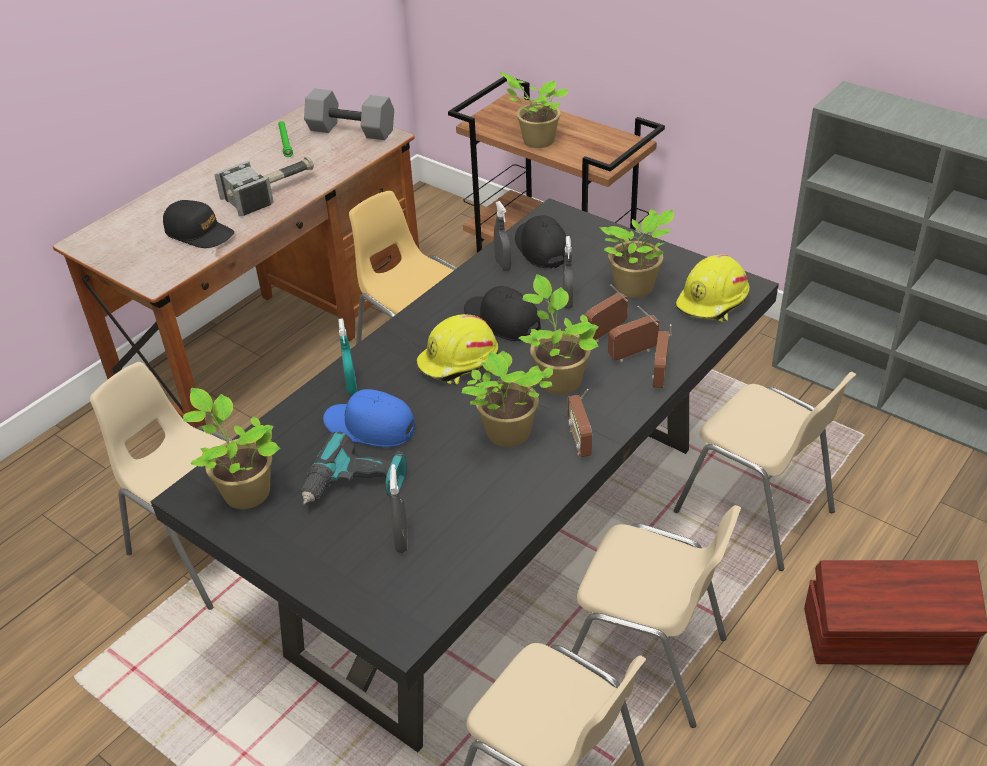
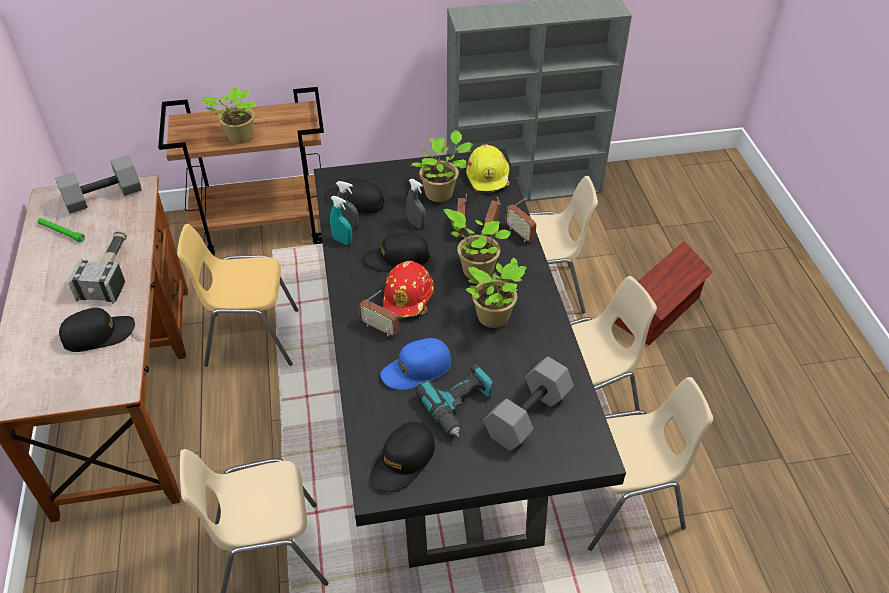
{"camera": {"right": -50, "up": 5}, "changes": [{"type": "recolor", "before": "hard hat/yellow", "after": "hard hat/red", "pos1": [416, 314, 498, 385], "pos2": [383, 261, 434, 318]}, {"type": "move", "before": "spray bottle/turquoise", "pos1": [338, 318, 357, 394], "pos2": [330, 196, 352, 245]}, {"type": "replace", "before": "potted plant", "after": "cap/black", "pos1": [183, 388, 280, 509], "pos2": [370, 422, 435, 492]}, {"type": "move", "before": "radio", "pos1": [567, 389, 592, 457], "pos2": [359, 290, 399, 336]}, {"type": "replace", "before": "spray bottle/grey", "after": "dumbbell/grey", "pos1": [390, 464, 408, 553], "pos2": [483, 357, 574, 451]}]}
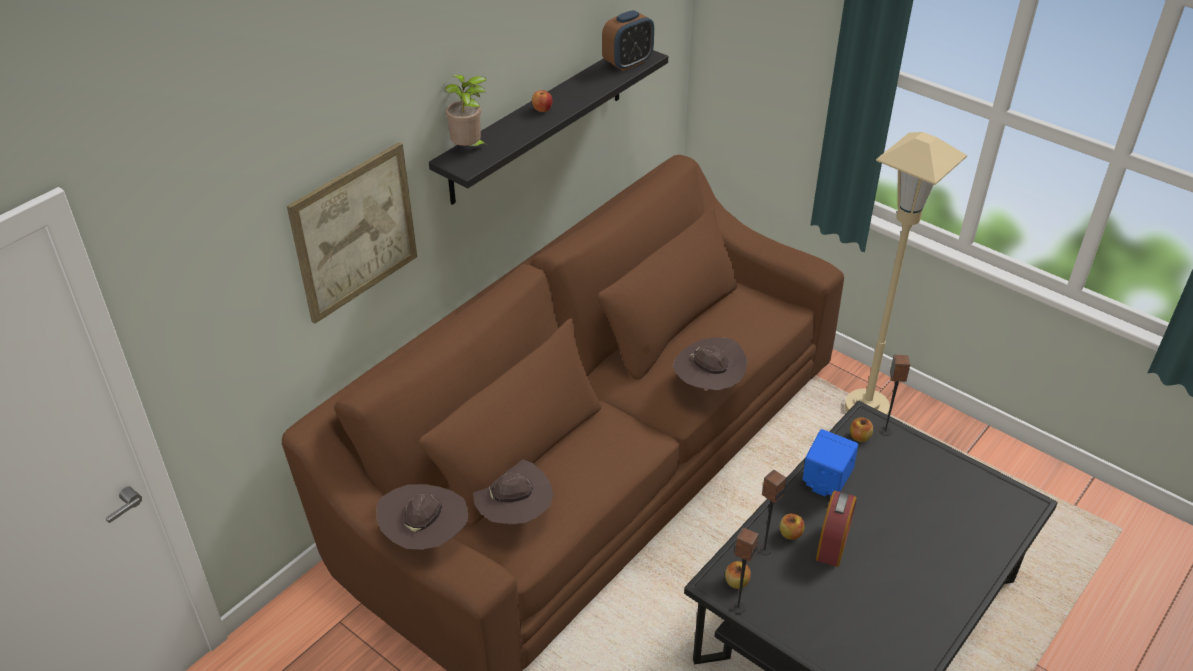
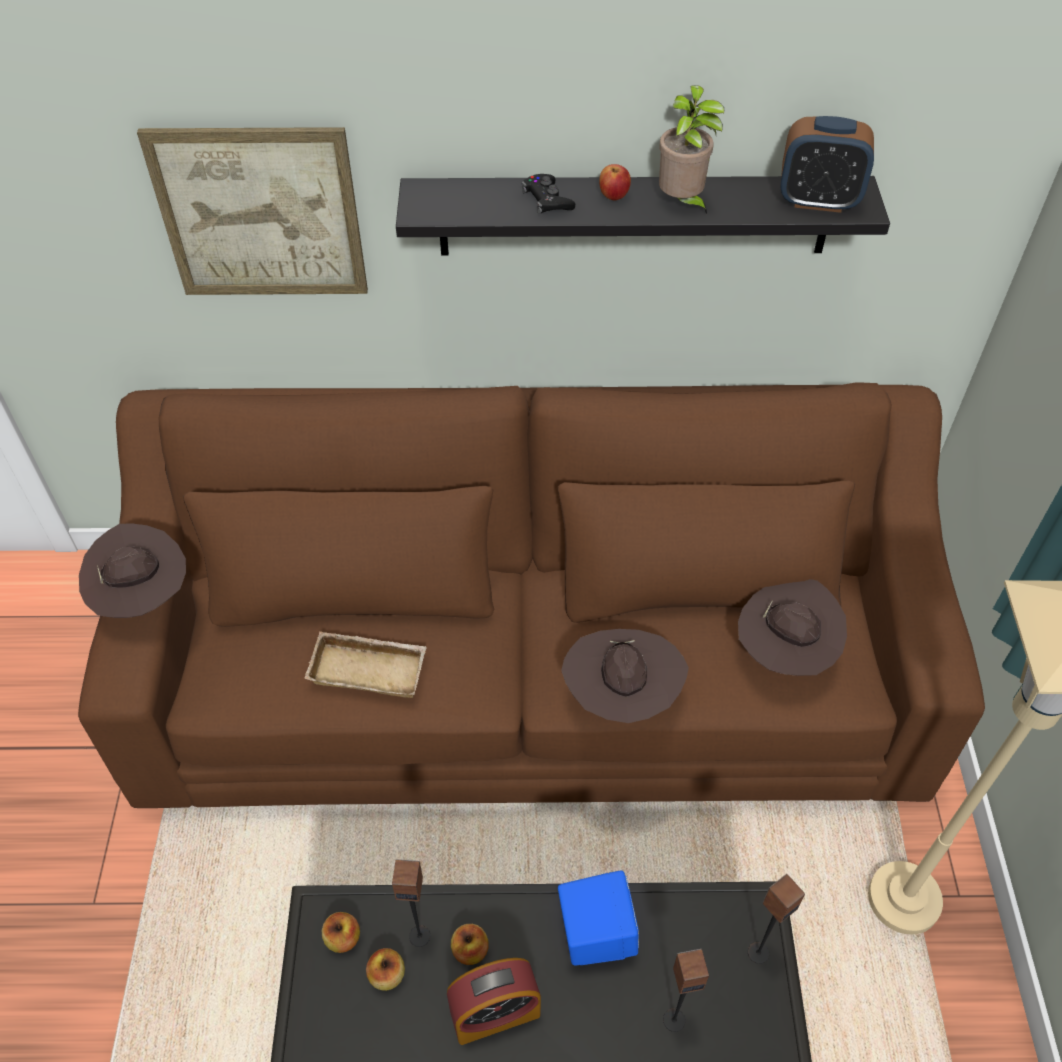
{"camera": {"right": 50, "up": 10}, "changes": [{"type": "move", "before": "potted plant", "pos1": [445, 75, 489, 147], "pos2": [659, 85, 724, 214]}, {"type": "move", "before": "apple", "pos1": [850, 417, 873, 442], "pos2": [366, 948, 405, 991]}, {"type": "move", "before": "hat/brown", "pos1": [473, 459, 553, 524], "pos2": [738, 579, 847, 676]}, {"type": "move", "before": "speaker", "pos1": [731, 527, 759, 614], "pos2": [663, 949, 709, 1032]}, {"type": "insert", "after": "game controller/black", "pos2": [522, 174, 575, 214]}, {"type": "insert", "after": "tray/beige", "pos2": [305, 632, 427, 698]}]}
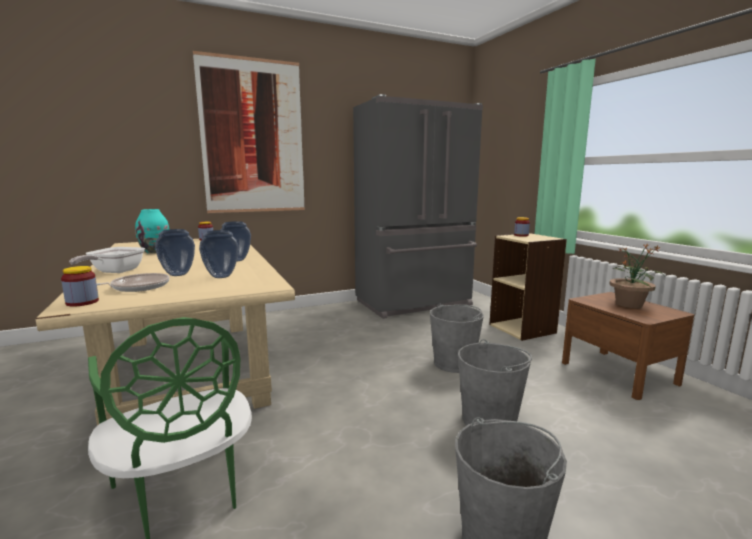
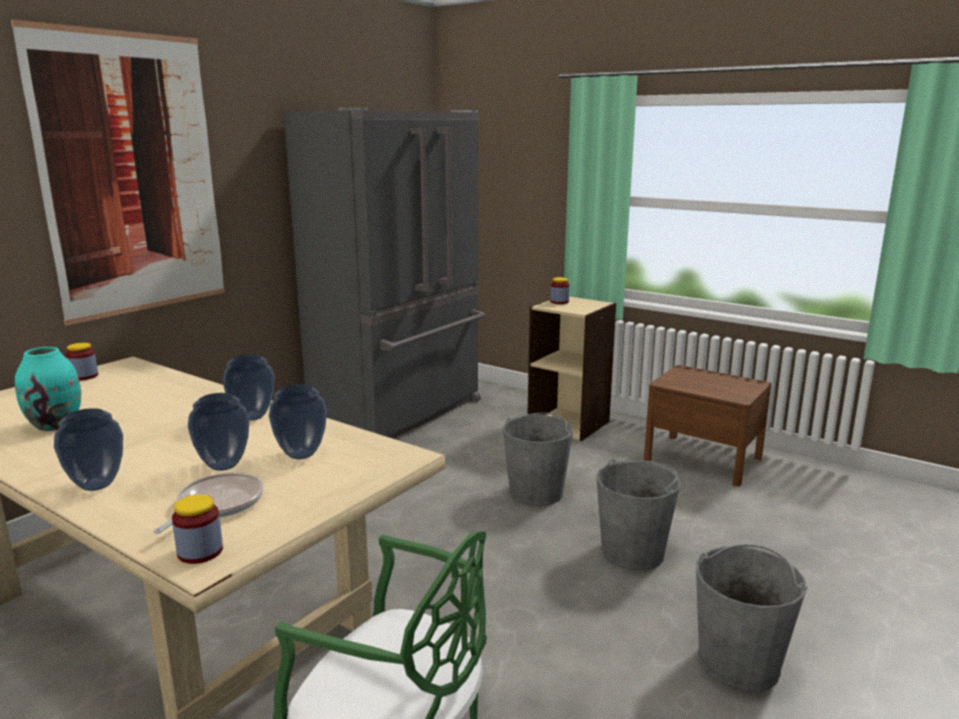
{"camera": {"right": -30, "up": 5}, "changes": [{"type": "delete", "before": "potted plant", "pos1": [609, 243, 664, 308]}, {"type": "replace", "before": "frying pan", "after": "vase", "pos1": [69, 247, 145, 273], "pos2": [54, 408, 123, 491]}]}
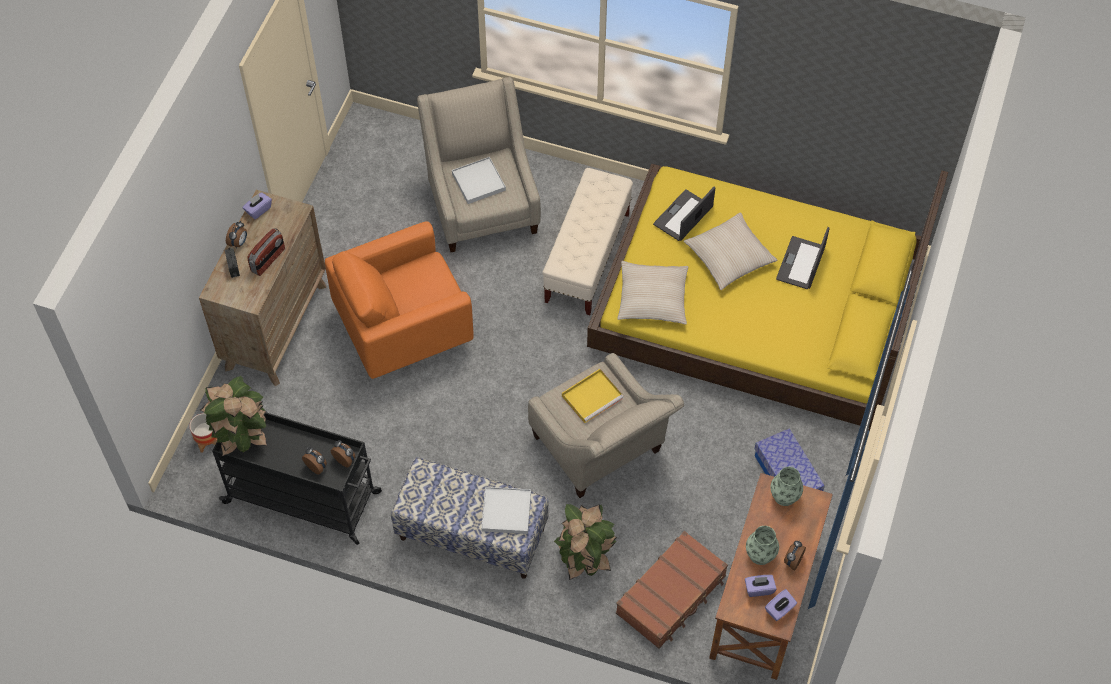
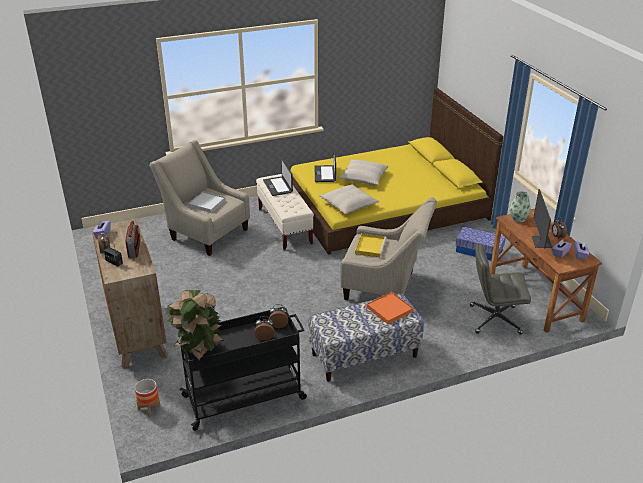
{"camera": {"right": -40, "up": -25}, "changes": [{"type": "delete", "before": "armchair/orange", "pos1": [325, 221, 474, 379]}, {"type": "move", "before": "laptop", "pos1": [776, 227, 830, 289], "pos2": [263, 159, 293, 196]}, {"type": "recolor", "before": "tray/white", "after": "tray/orange", "pos1": [481, 487, 531, 534], "pos2": [367, 292, 414, 324]}, {"type": "delete", "before": "potted plant", "pos1": [554, 504, 617, 580]}, {"type": "replace", "before": "vase", "after": "monitor", "pos1": [746, 526, 779, 565], "pos2": [532, 189, 552, 248]}, {"type": "replace", "before": "suitcase/brown", "after": "office chair/grey", "pos1": [616, 531, 728, 649], "pos2": [470, 244, 531, 335]}]}
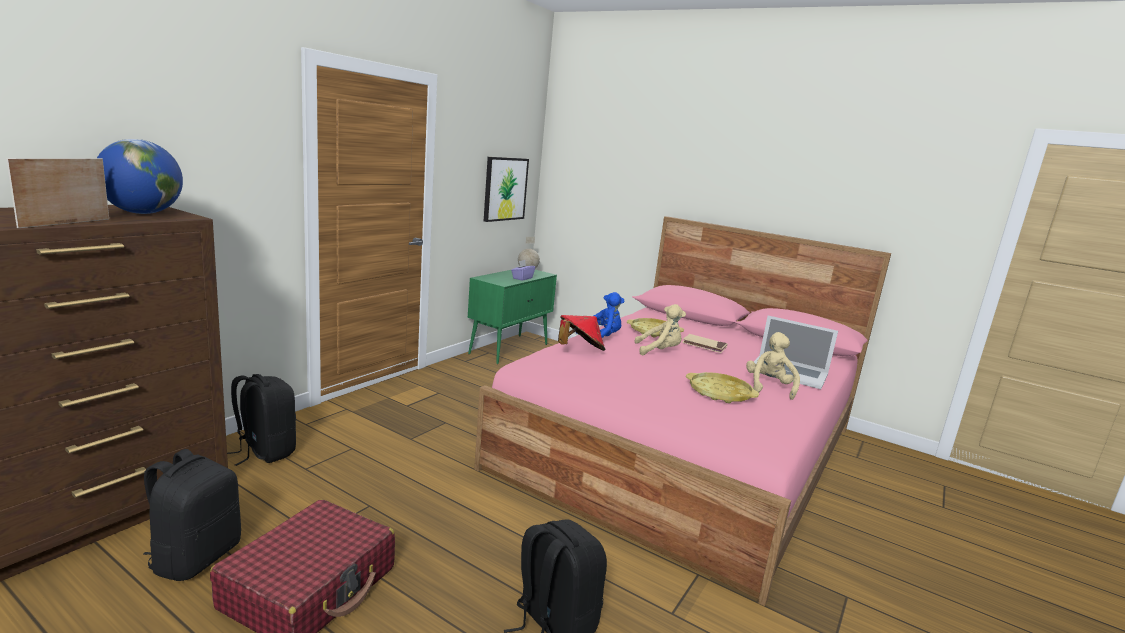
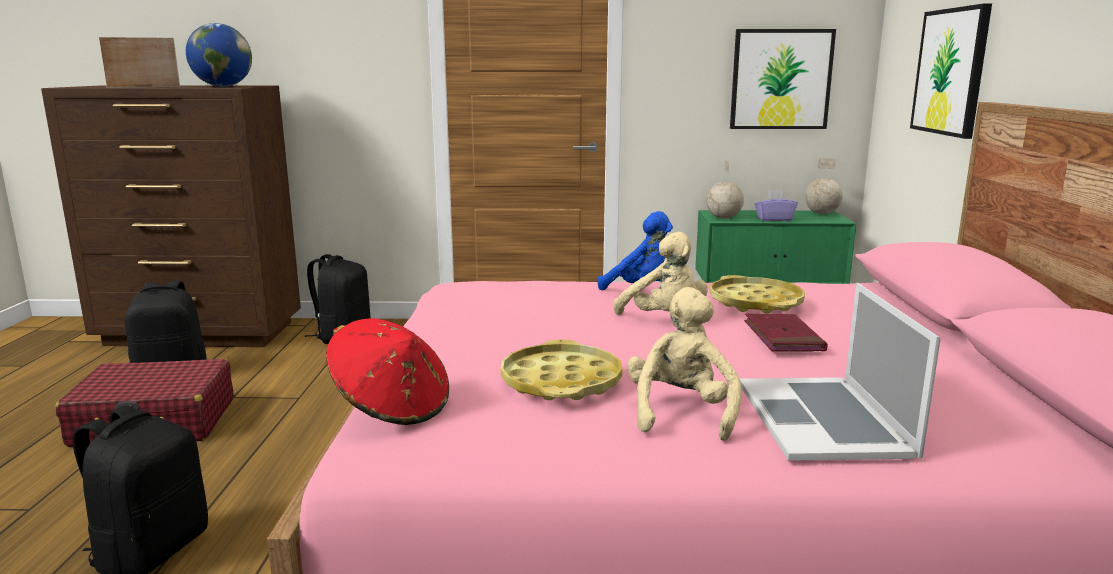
{"camera": {"right": 60, "up": 0}, "changes": [{"type": "move", "before": "hat/red", "pos1": [558, 315, 605, 351], "pos2": [326, 318, 449, 425]}, {"type": "rotate", "before": "plush toy/beige", "pos1": [746, 332, 800, 400], "pos2": [627, 287, 741, 441], "turn": -60}, {"type": "recolor", "before": "book/beige", "after": "book/red", "pos1": [682, 334, 727, 353], "pos2": [744, 314, 828, 351]}, {"type": "insert", "after": "picture", "pos2": [910, 3, 992, 139]}, {"type": "insert", "after": "globe", "pos2": [706, 160, 744, 219]}]}
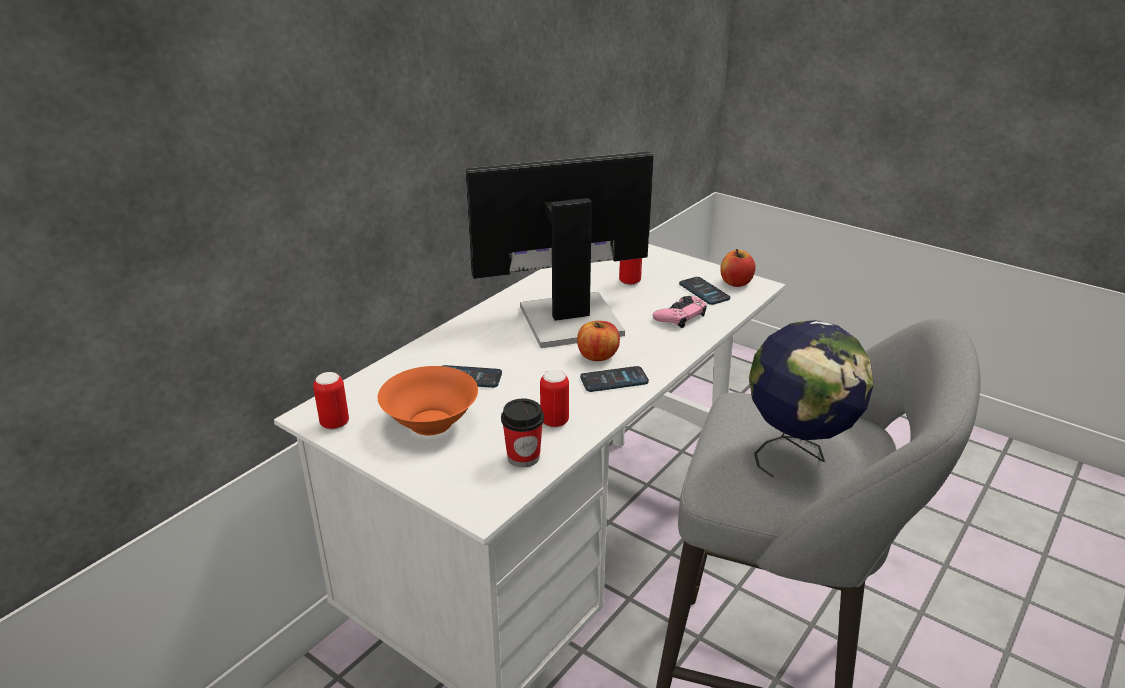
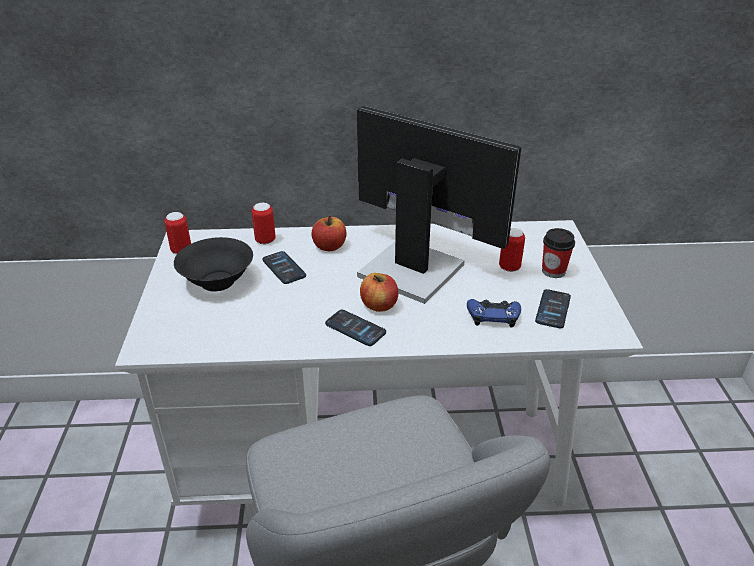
{"camera": {"right": 50, "up": 5}, "changes": [{"type": "move", "before": "apple", "pos1": [720, 249, 756, 287], "pos2": [311, 216, 346, 251]}, {"type": "recolor", "before": "game controller/pink", "after": "game controller/blue", "pos1": [653, 296, 707, 328], "pos2": [467, 299, 521, 328]}, {"type": "delete", "before": "globe", "pos1": [749, 320, 874, 478]}, {"type": "recolor", "before": "bowl/orange", "after": "bowl/black", "pos1": [378, 366, 478, 435], "pos2": [174, 237, 253, 292]}, {"type": "move", "before": "can", "pos1": [540, 370, 569, 428], "pos2": [252, 203, 276, 244]}, {"type": "move", "before": "cup", "pos1": [501, 398, 544, 467], "pos2": [542, 228, 575, 278]}]}
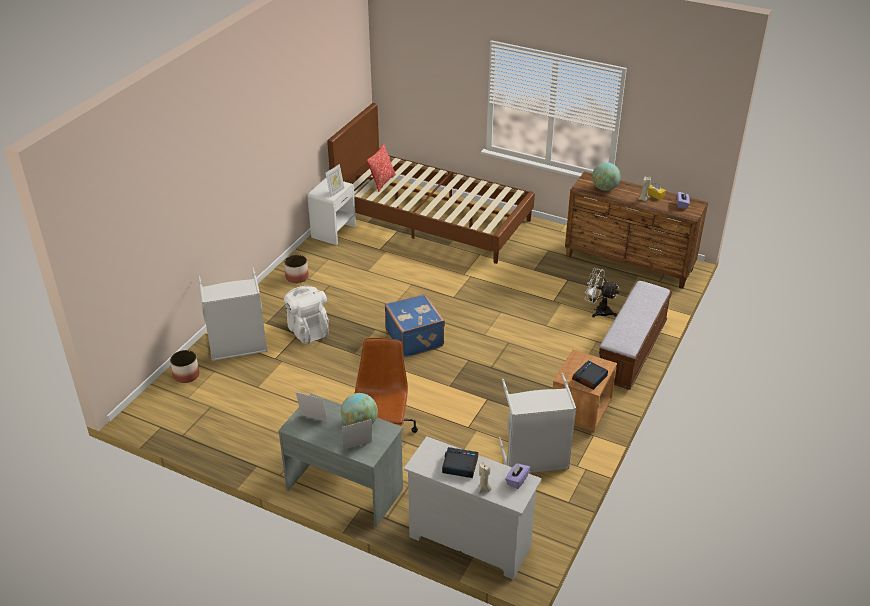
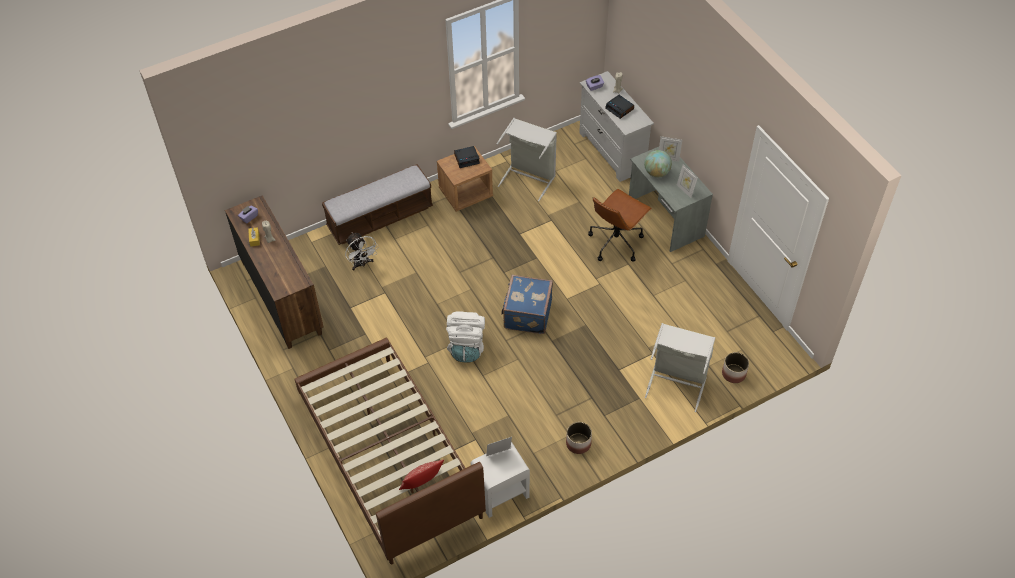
{"camera": {"right": -145, "up": 15}, "changes": [{"type": "delete", "before": "globe", "pos1": [592, 162, 621, 191]}, {"type": "move", "before": "backpack/white", "pos1": [284, 286, 329, 344], "pos2": [446, 311, 485, 362]}]}
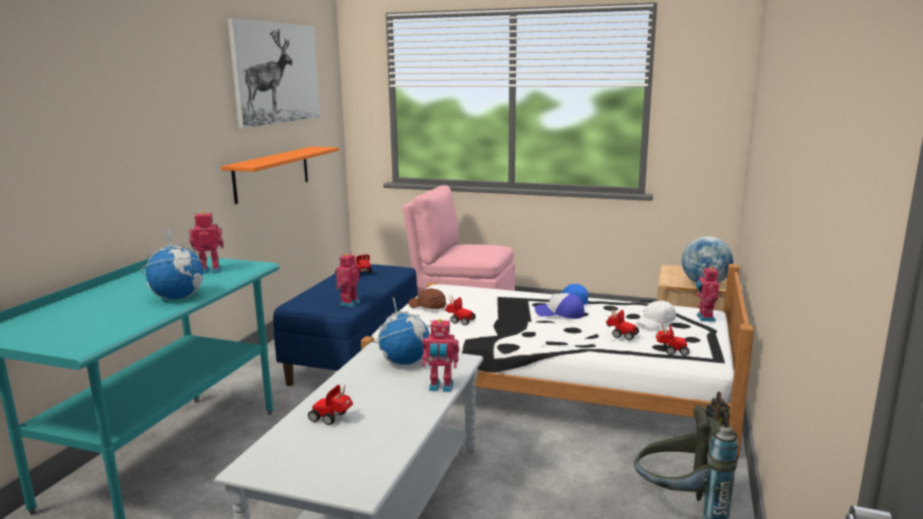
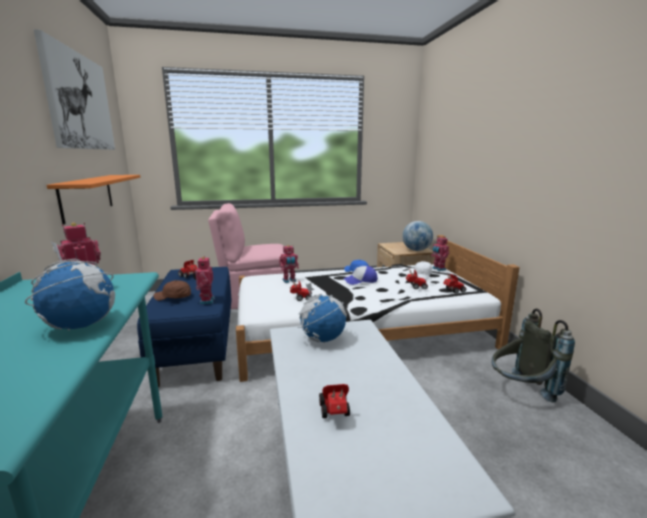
{"camera": {"right": -30, "up": 0}, "changes": [{"type": "move", "before": "cap/brown", "pos1": [409, 288, 446, 309], "pos2": [154, 280, 191, 301]}, {"type": "move", "before": "toy robot", "pos1": [422, 319, 459, 392], "pos2": [279, 245, 299, 283]}, {"type": "rotate", "before": "toy car", "pos1": [308, 385, 353, 425], "pos2": [319, 384, 350, 418], "turn": 90}]}
